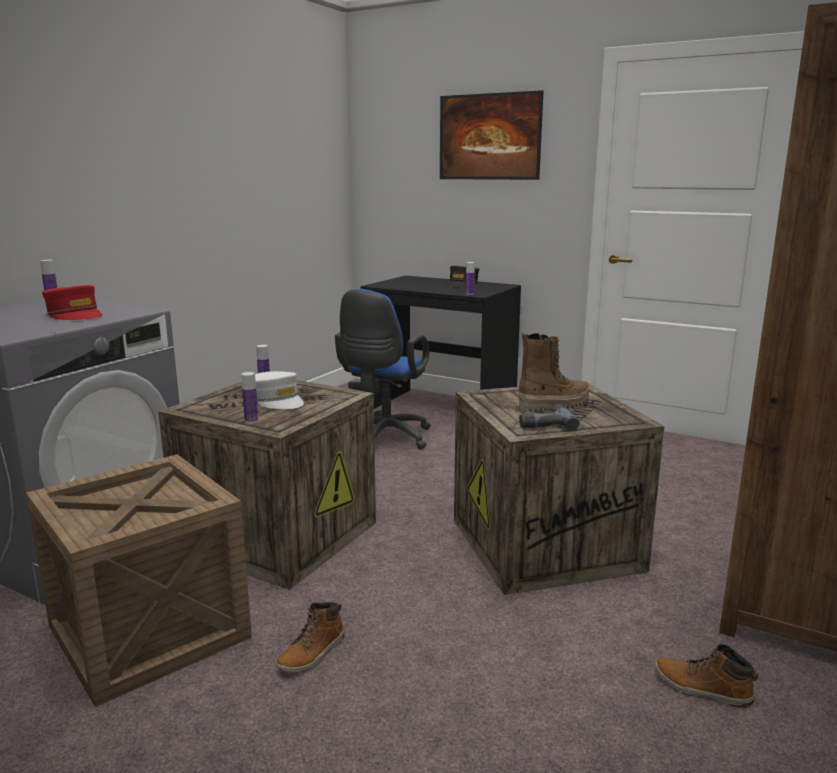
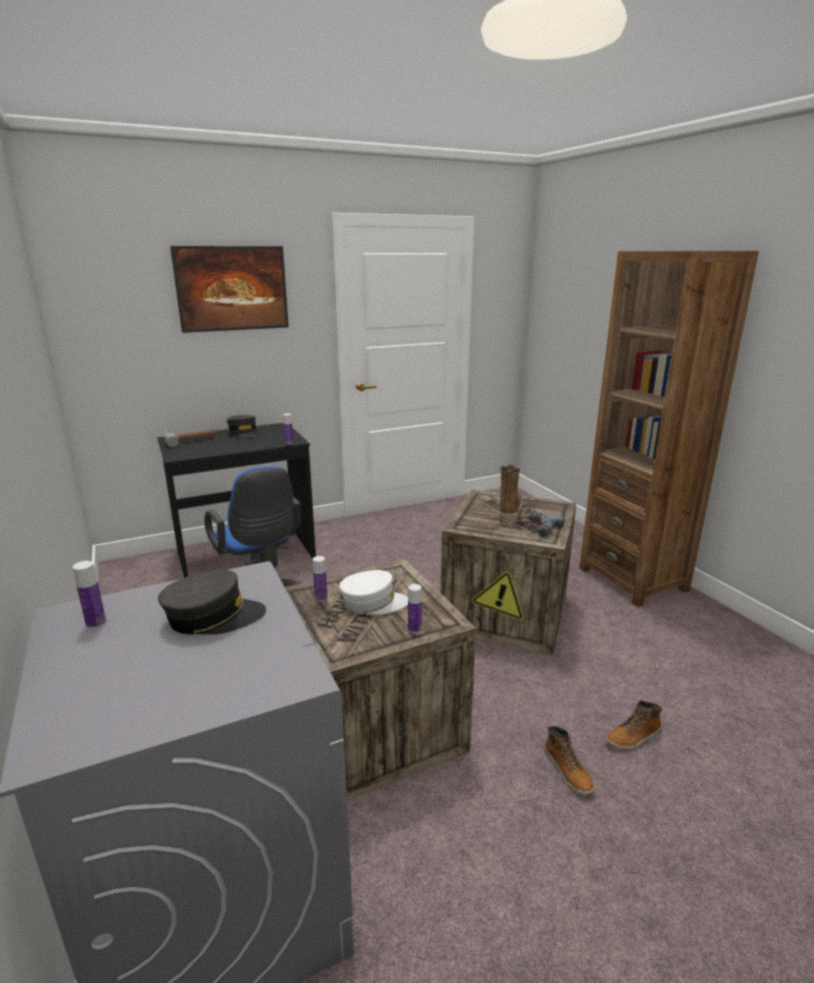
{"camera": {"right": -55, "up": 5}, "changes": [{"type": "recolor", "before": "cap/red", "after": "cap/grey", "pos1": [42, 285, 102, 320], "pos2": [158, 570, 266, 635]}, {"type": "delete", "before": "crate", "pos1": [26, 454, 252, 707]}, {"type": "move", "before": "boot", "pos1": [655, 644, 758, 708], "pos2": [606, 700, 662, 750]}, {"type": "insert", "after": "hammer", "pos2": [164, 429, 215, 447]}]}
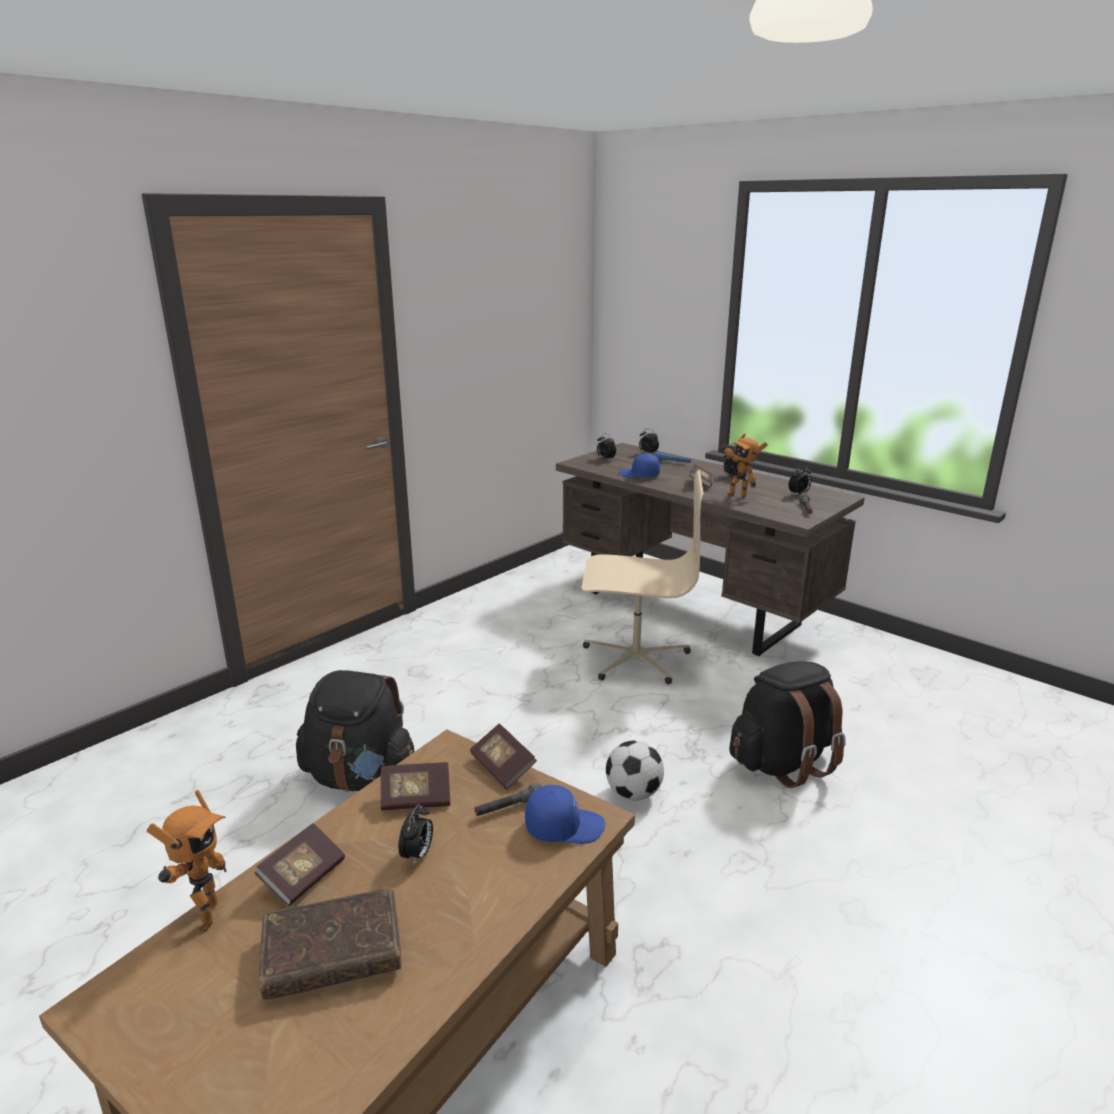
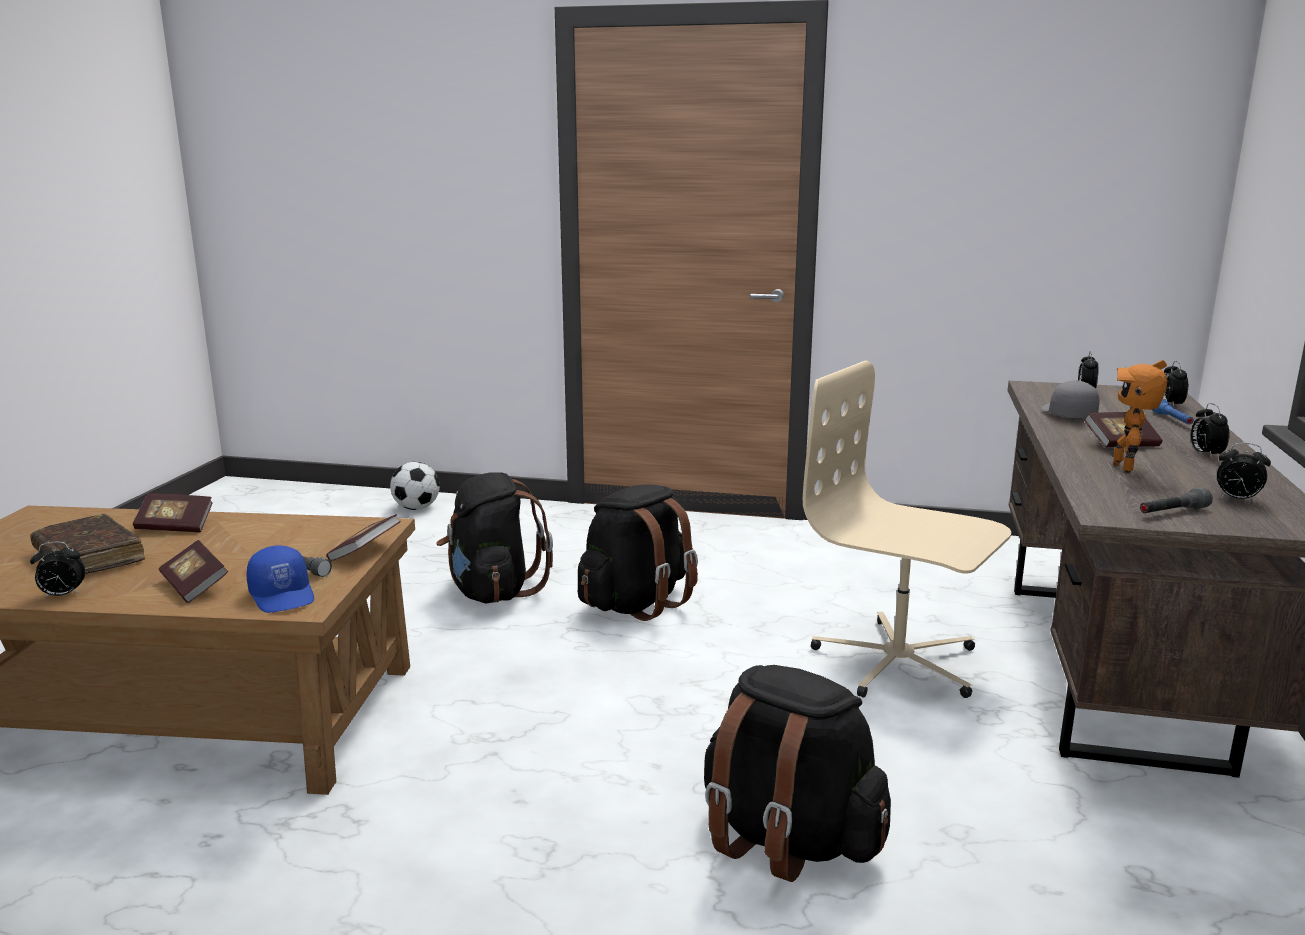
{"camera": {"right": 60, "up": -5}, "changes": [{"type": "recolor", "before": "cap/blue", "after": "cap/grey", "pos1": [619, 454, 660, 477], "pos2": [1041, 380, 1100, 418]}, {"type": "rotate", "before": "office chair/beige", "pos1": [581, 470, 704, 684], "pos2": [803, 360, 1011, 698], "turn": 150}, {"type": "move", "before": "football", "pos1": [606, 741, 664, 801], "pos2": [390, 462, 440, 510]}, {"type": "move", "before": "book", "pos1": [381, 762, 450, 811], "pos2": [159, 540, 228, 603]}, {"type": "delete", "before": "toy robot", "pos1": [147, 790, 226, 932]}, {"type": "move", "before": "alarm clock", "pos1": [398, 804, 433, 865], "pos2": [30, 542, 86, 598]}, {"type": "insert", "after": "backpack/black", "pos2": [578, 484, 698, 621]}]}
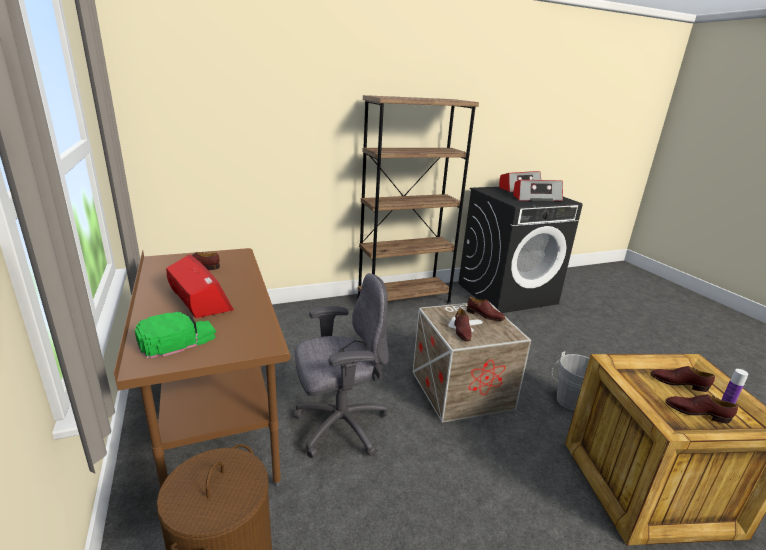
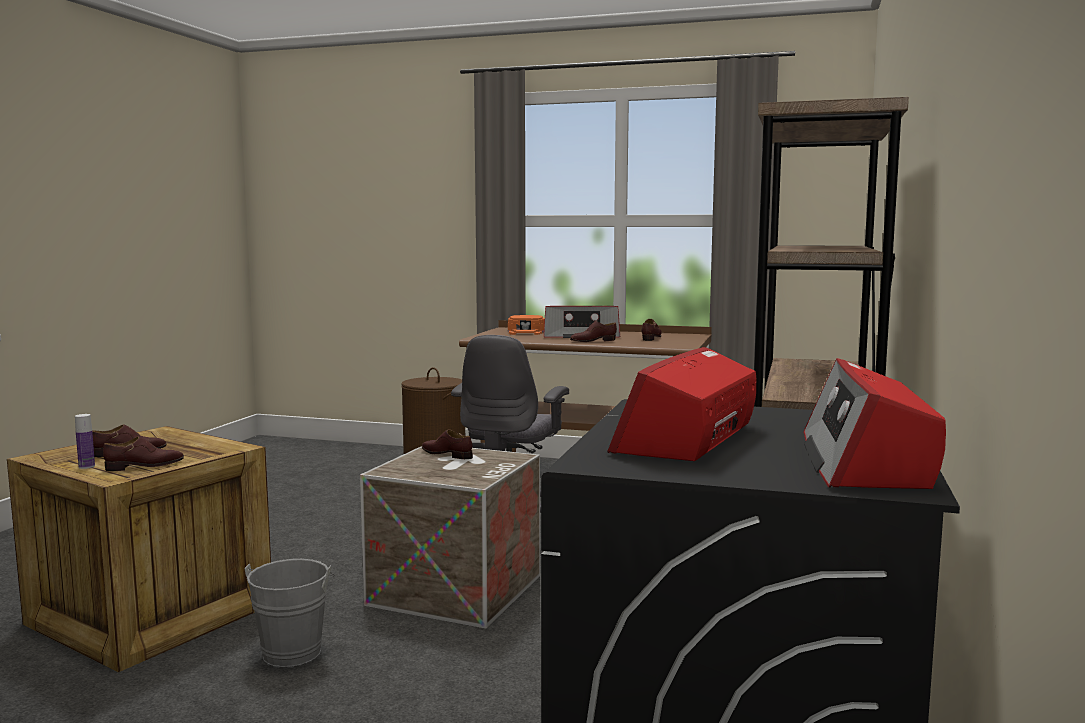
{"camera": {"right": 130, "up": -15}, "changes": [{"type": "move", "before": "shoe/brown", "pos1": [467, 297, 505, 321], "pos2": [570, 321, 617, 342]}, {"type": "recolor", "before": "cap/green", "after": "cap/orange", "pos1": [135, 312, 216, 359], "pos2": [508, 315, 545, 335]}]}
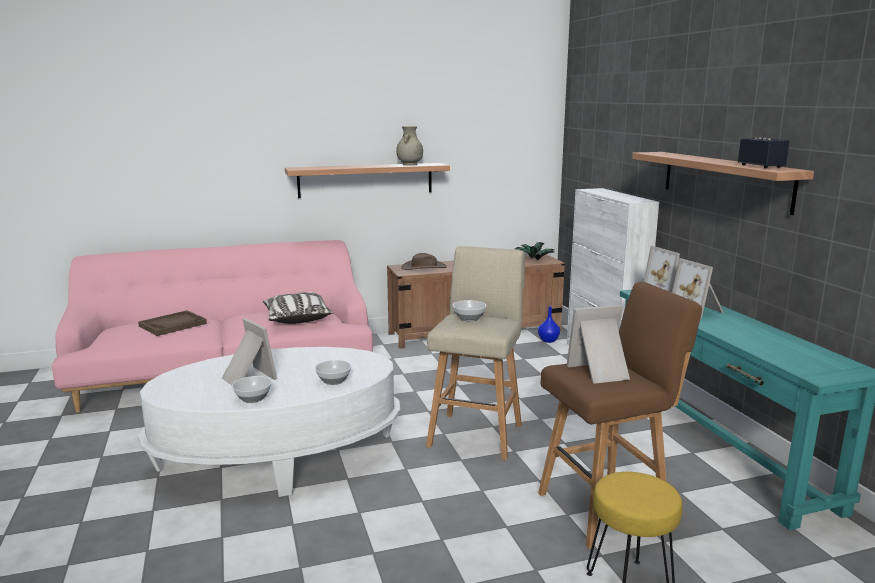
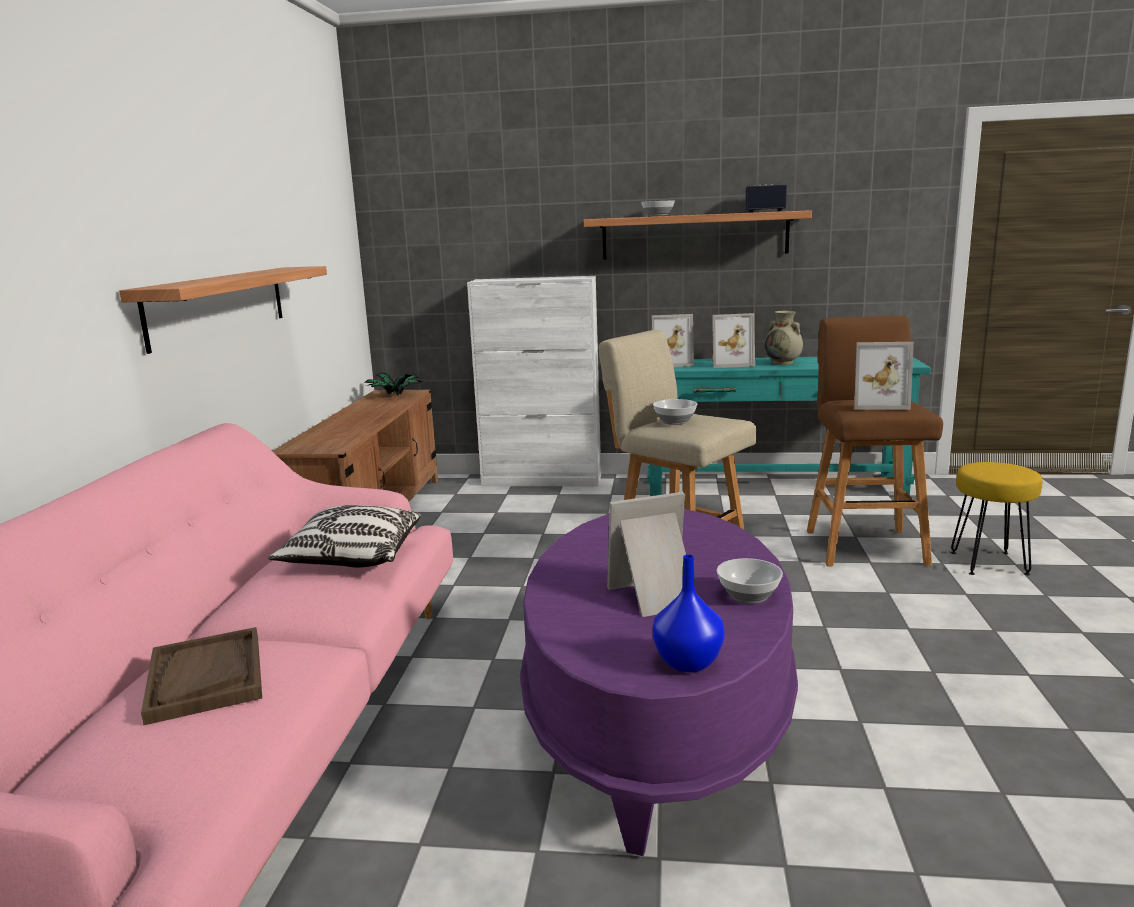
{"camera": {"right": -65, "up": 0}, "changes": [{"type": "move", "before": "vase/beige", "pos1": [396, 126, 423, 166], "pos2": [764, 311, 803, 365]}, {"type": "delete", "before": "hat/brown", "pos1": [401, 253, 447, 270]}, {"type": "rotate", "before": "picture frame", "pos1": [567, 305, 630, 384], "pos2": [854, 342, 914, 410], "turn": -90}, {"type": "move", "before": "vase/blue", "pos1": [538, 306, 560, 343], "pos2": [653, 554, 725, 673]}, {"type": "recolor", "before": "coffee table/white", "after": "coffee table/purple", "pos1": [138, 347, 400, 497], "pos2": [520, 509, 798, 856]}, {"type": "move", "before": "bowl", "pos1": [315, 360, 352, 385], "pos2": [641, 200, 675, 216]}]}
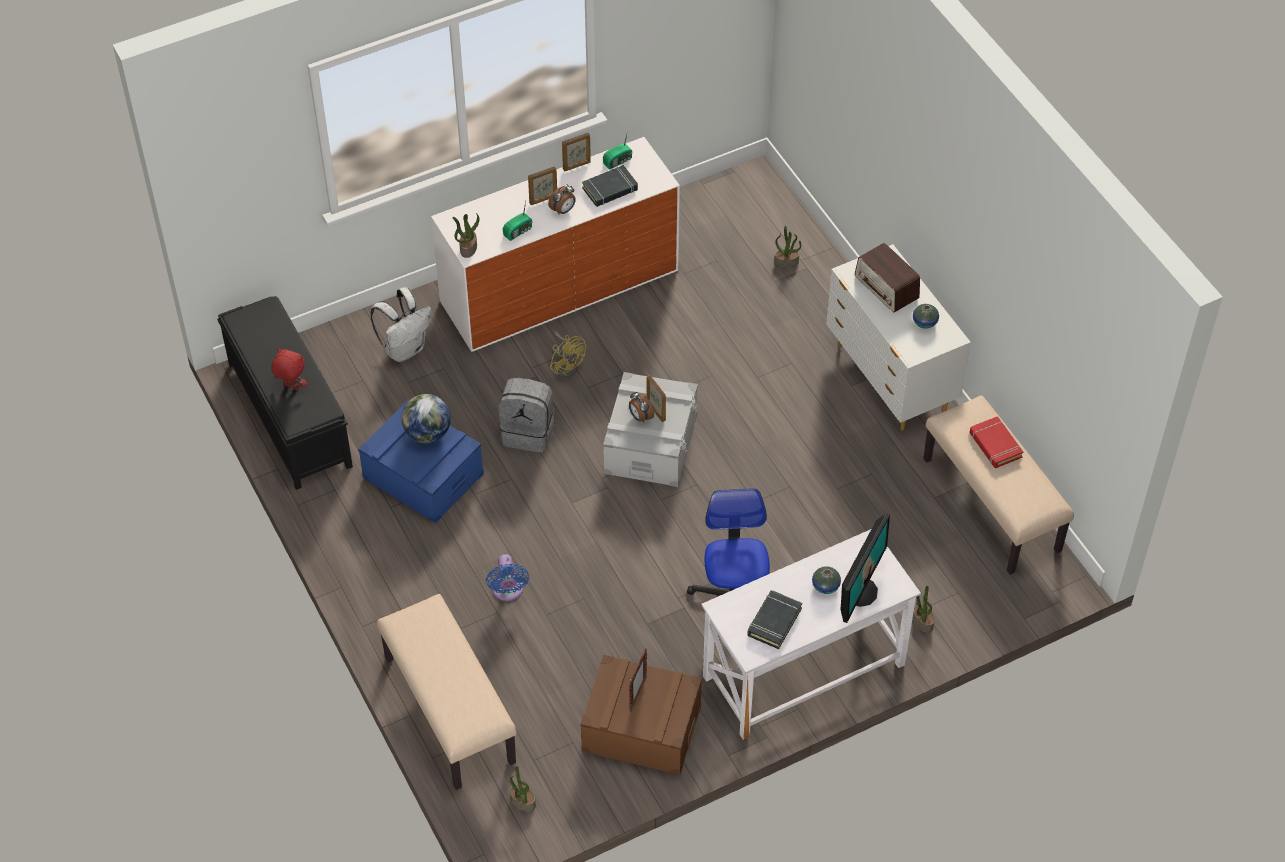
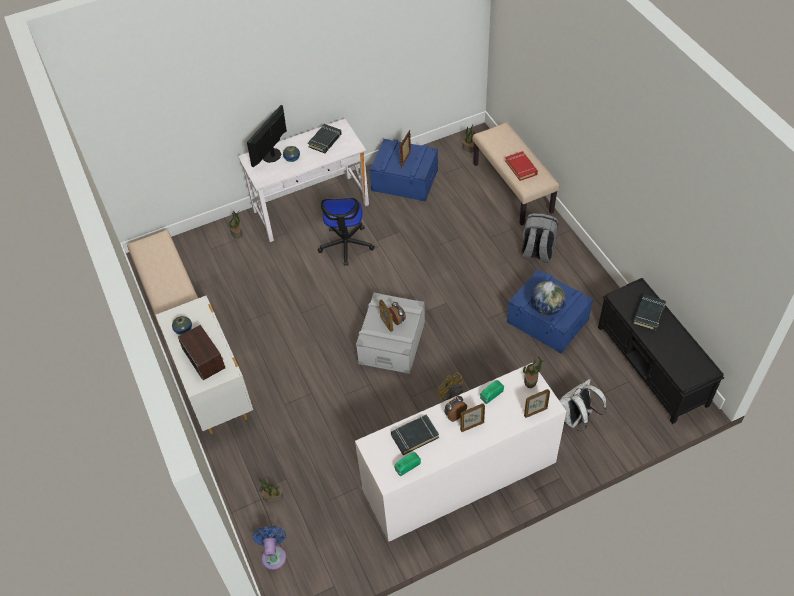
{"camera": {"right": -175, "up": 0}, "changes": [{"type": "move", "before": "picture frame", "pos1": [562, 133, 591, 171], "pos2": [524, 389, 550, 418]}, {"type": "replace", "before": "plush toy/red", "after": "book/black", "pos1": [271, 348, 307, 390], "pos2": [633, 294, 666, 331]}, {"type": "move", "before": "backpack/grey", "pos1": [499, 378, 555, 453], "pos2": [521, 213, 558, 263]}, {"type": "move", "before": "book/red", "pos1": [969, 416, 1023, 468], "pos2": [505, 151, 538, 181]}, {"type": "move", "before": "fan/blue", "pos1": [486, 554, 529, 601], "pos2": [252, 526, 286, 570]}, {"type": "recolor", "before": "storage box/brown", "after": "storage box/blue", "pos1": [580, 655, 702, 775], "pos2": [369, 139, 438, 202]}]}
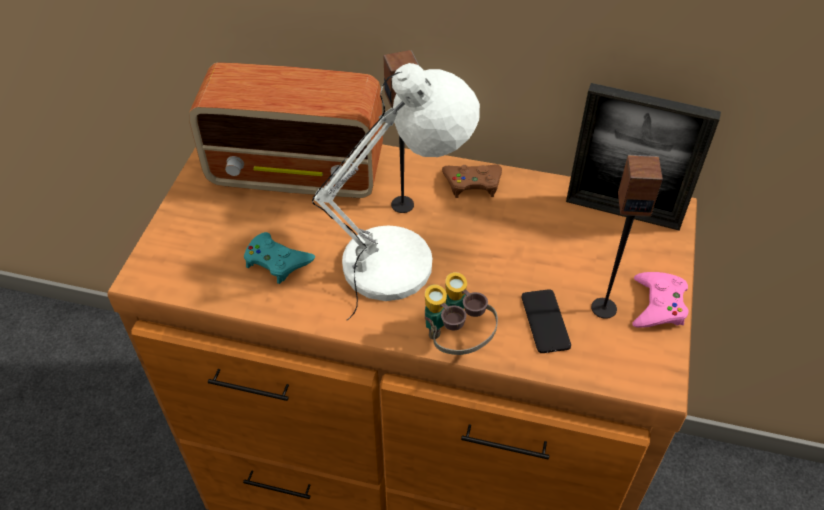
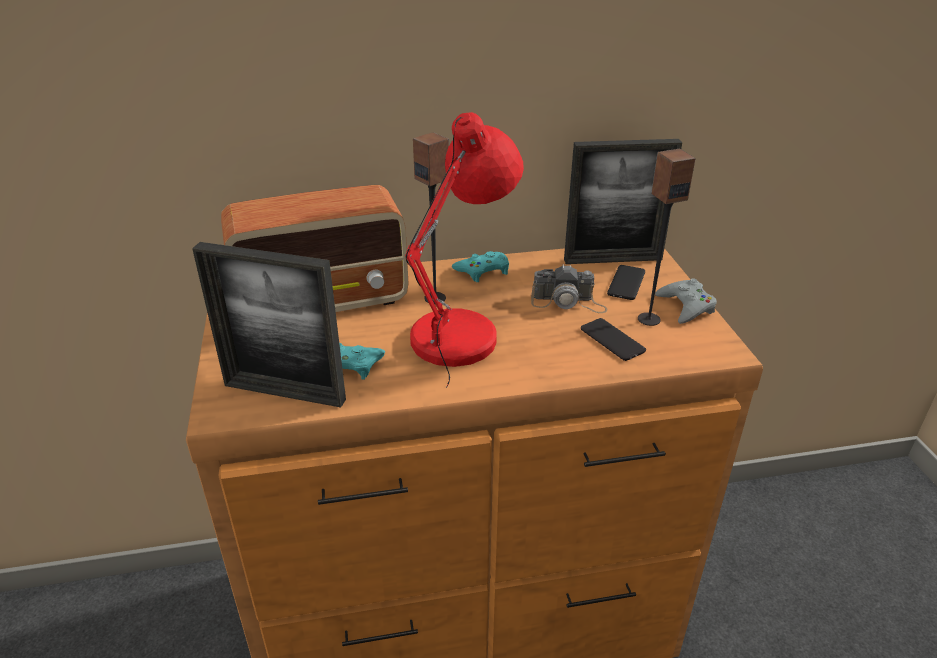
{"camera": {"right": -25, "up": -15}, "changes": [{"type": "recolor", "before": "table lamp/white", "after": "table lamp/red", "pos1": [312, 63, 480, 320], "pos2": [405, 112, 524, 388]}, {"type": "recolor", "before": "game controller/brown", "after": "game controller/turquoise", "pos1": [442, 164, 502, 198], "pos2": [452, 251, 509, 282]}, {"type": "delete", "before": "binoculars", "pos1": [425, 272, 498, 355]}, {"type": "recolor", "before": "game controller/pink", "after": "game controller/grey", "pos1": [632, 272, 689, 328], "pos2": [655, 278, 717, 324]}, {"type": "insert", "after": "picture frame", "pos2": [192, 242, 346, 408]}, {"type": "insert", "after": "photo camera", "pos2": [531, 264, 607, 313]}, {"type": "insert", "after": "phone", "pos2": [607, 265, 645, 300]}]}
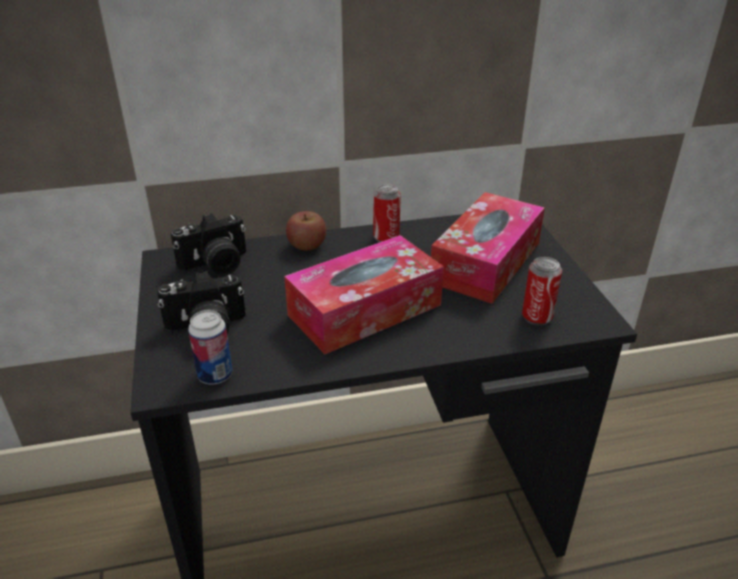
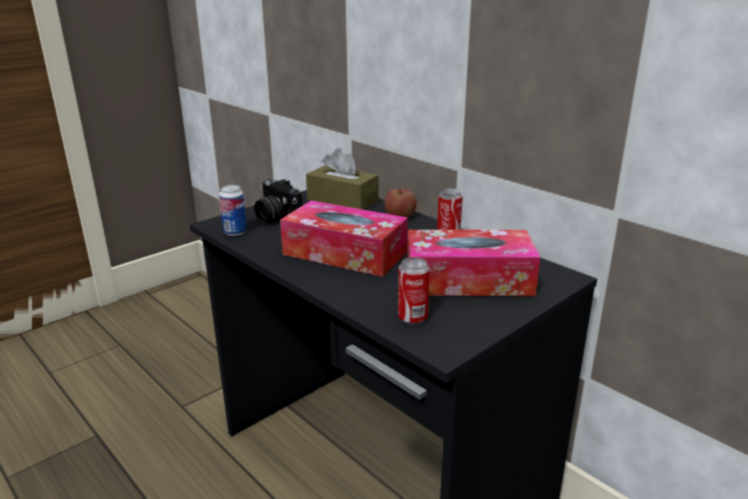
{"camera": {"right": 60, "up": -10}, "changes": [{"type": "replace", "before": "photo camera", "after": "tissue box/brown", "pos1": [171, 213, 246, 275], "pos2": [306, 148, 378, 210]}]}
